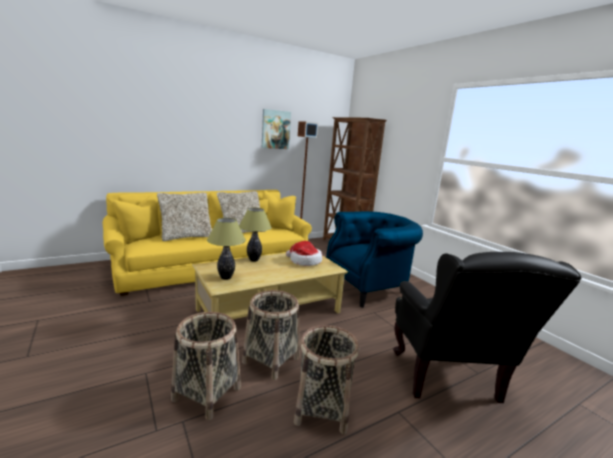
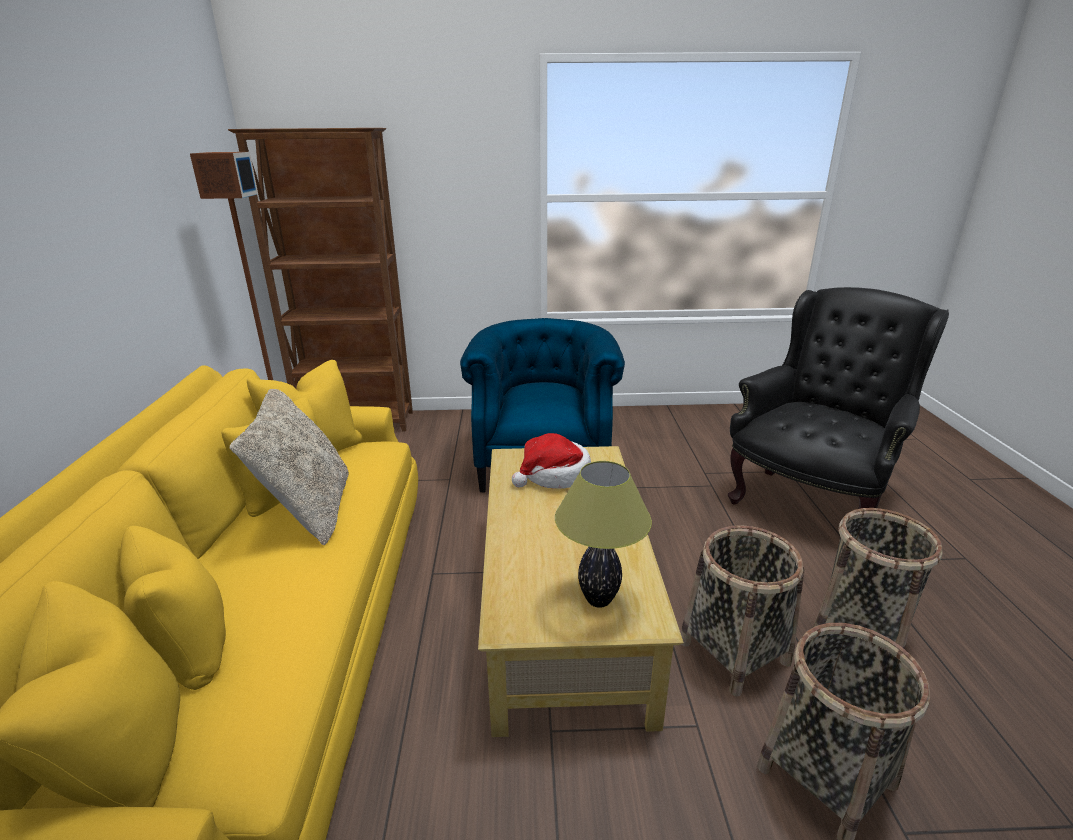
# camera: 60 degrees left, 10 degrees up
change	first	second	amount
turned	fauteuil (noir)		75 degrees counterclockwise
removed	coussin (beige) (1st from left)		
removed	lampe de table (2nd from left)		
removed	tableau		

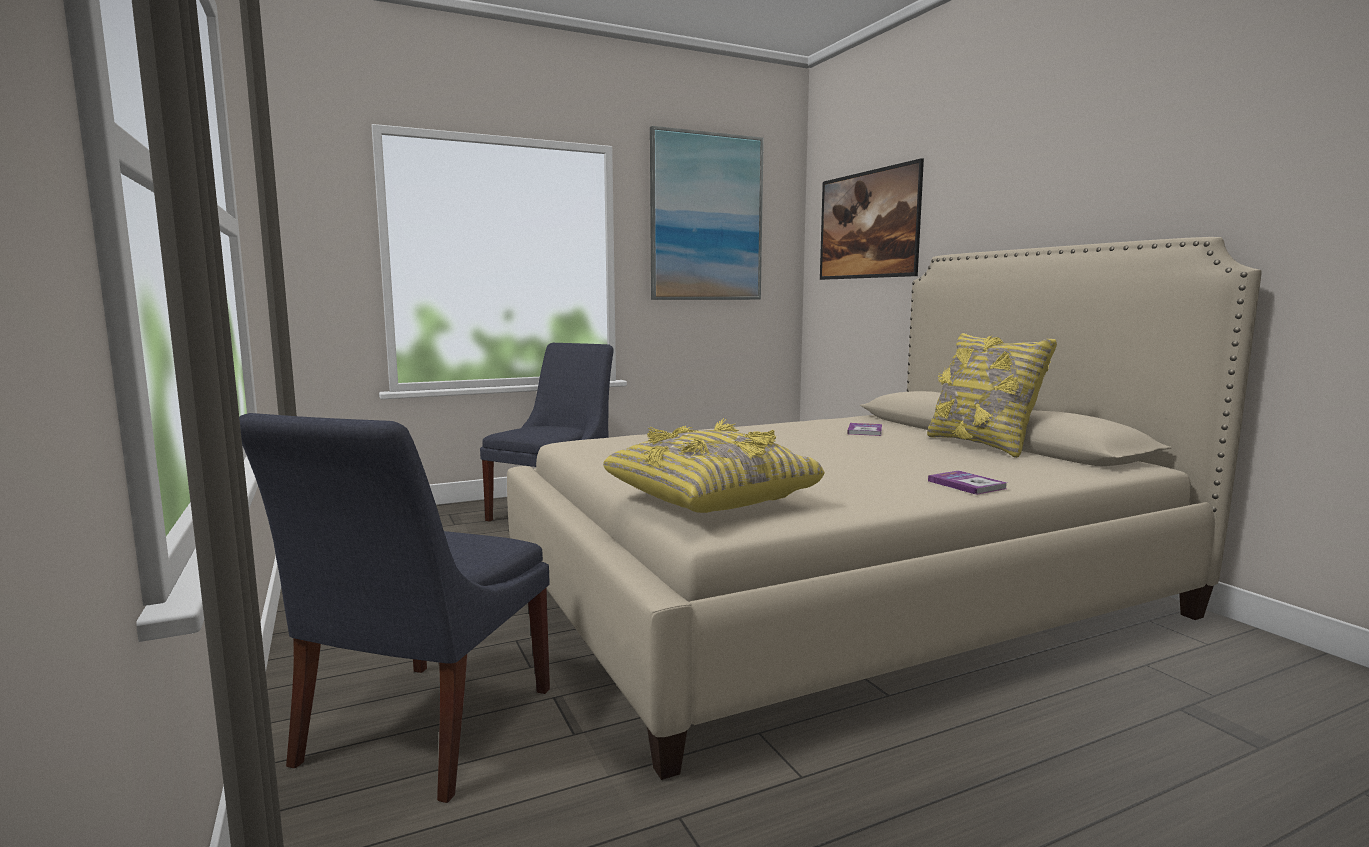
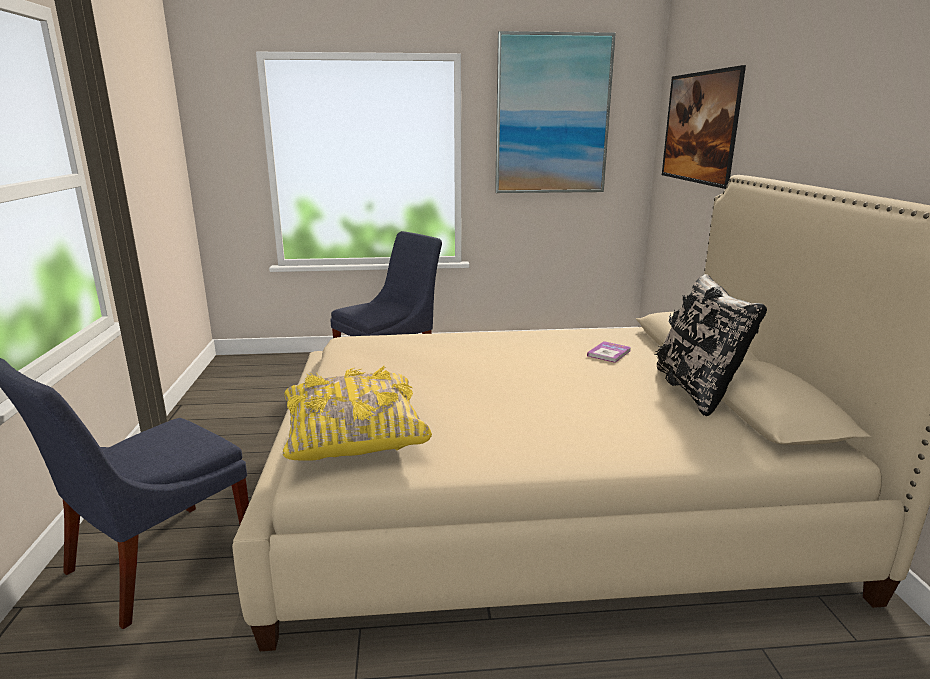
# camera: 20 degrees right, 10 degrees up
change	first	second	amount
recoloured	coussin (jaune) (2nd from left)	coussin (noir)	
removed	livre (2nd from left)		

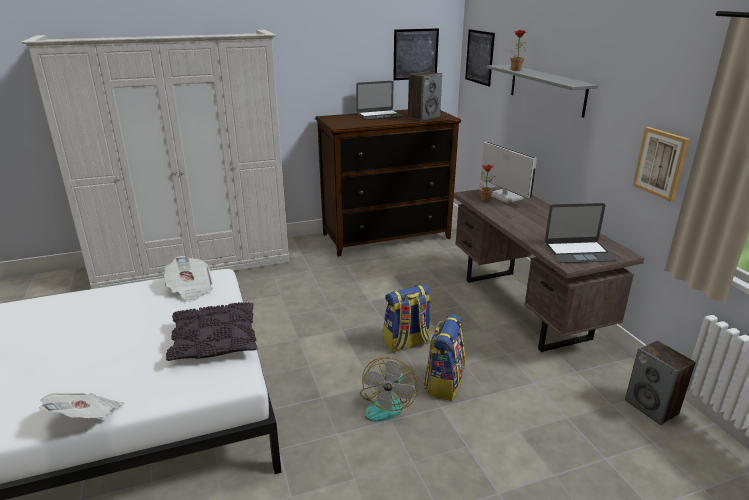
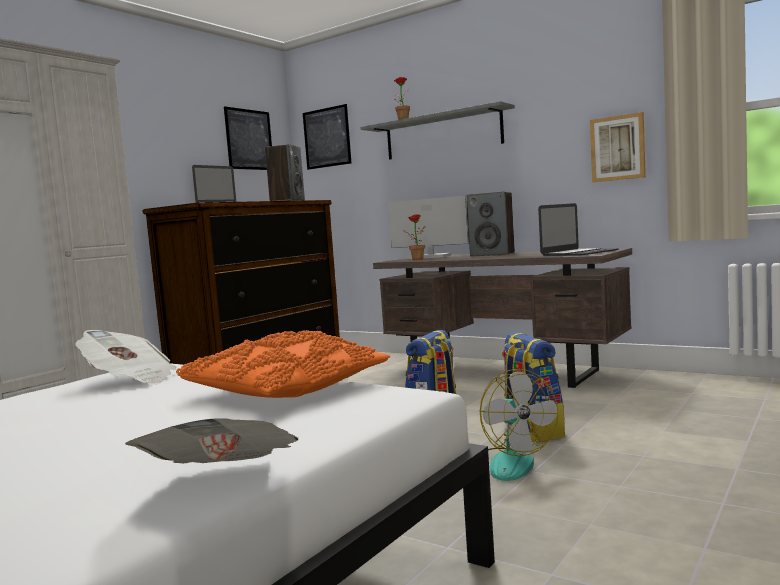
# camera: 35 degrees left, 20 degrees down
change	first	second	amount
recoloured	coussin (noir)	coussin (orange)	
moved	enceinte (2nd from left)		

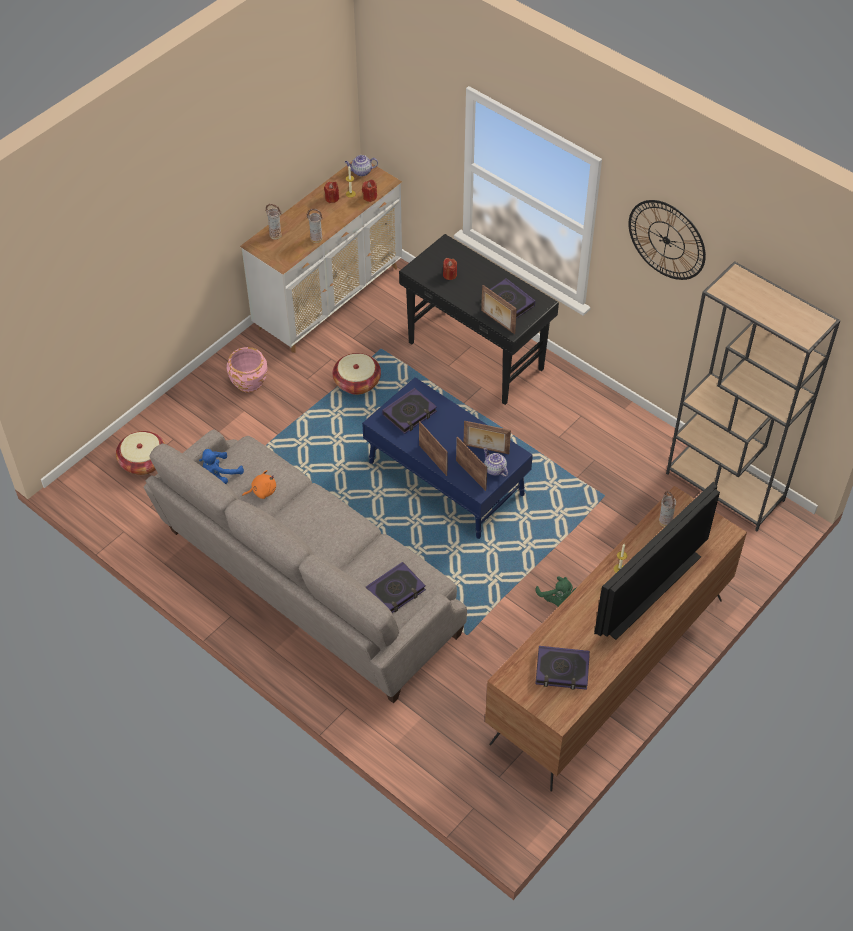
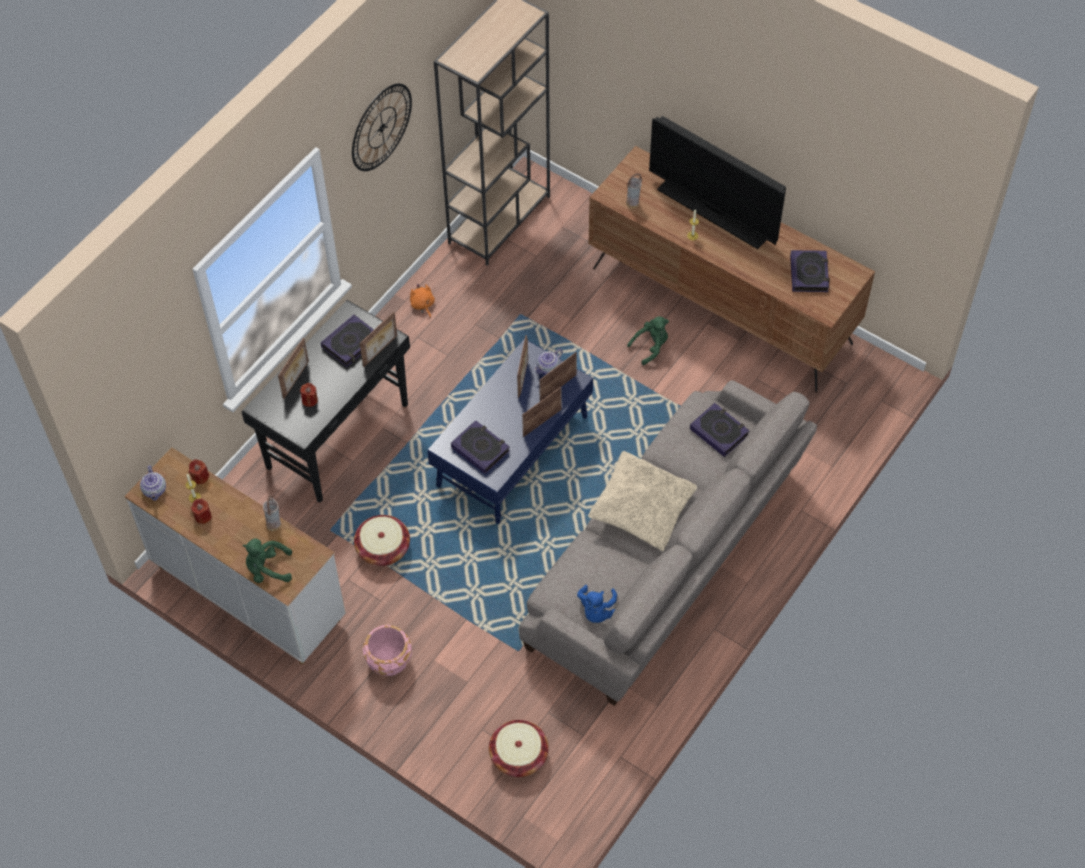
# camera: 95 degrees left, 5 degrees up
change	first	second	amount
replaced	vase (1st from left)	peluche (vert) (1st from left)	
added		cadre photo (1st from left)	
moved	peluche (orange)		
turned	peluche (bleu)		60 degrees clockwise
added		coussin (beige)	

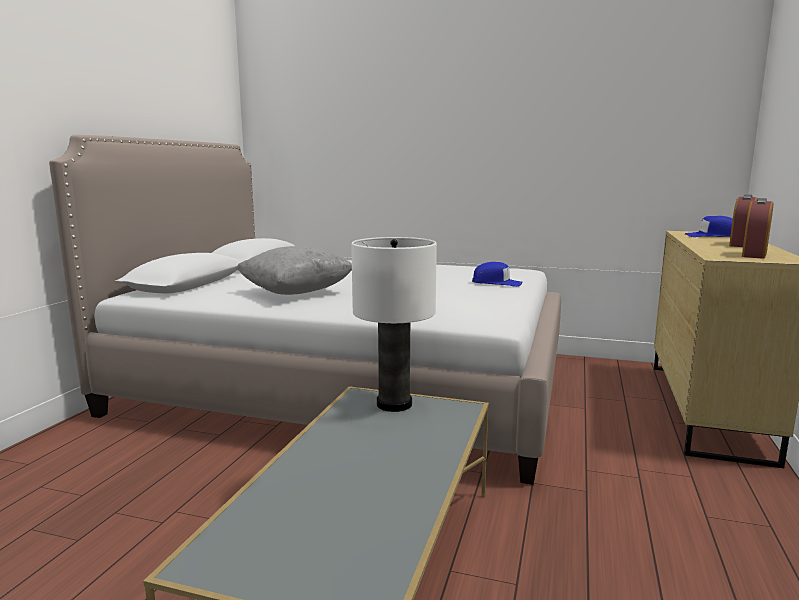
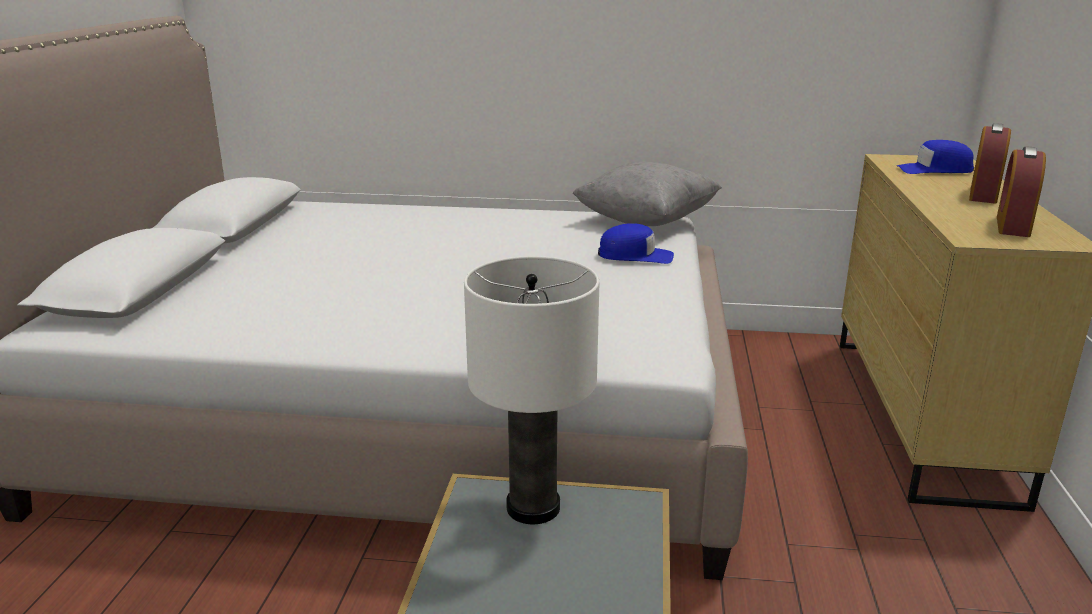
# camera: 10 degrees left, 10 degrees up
change	first	second	amount
moved	coussin (gris)		

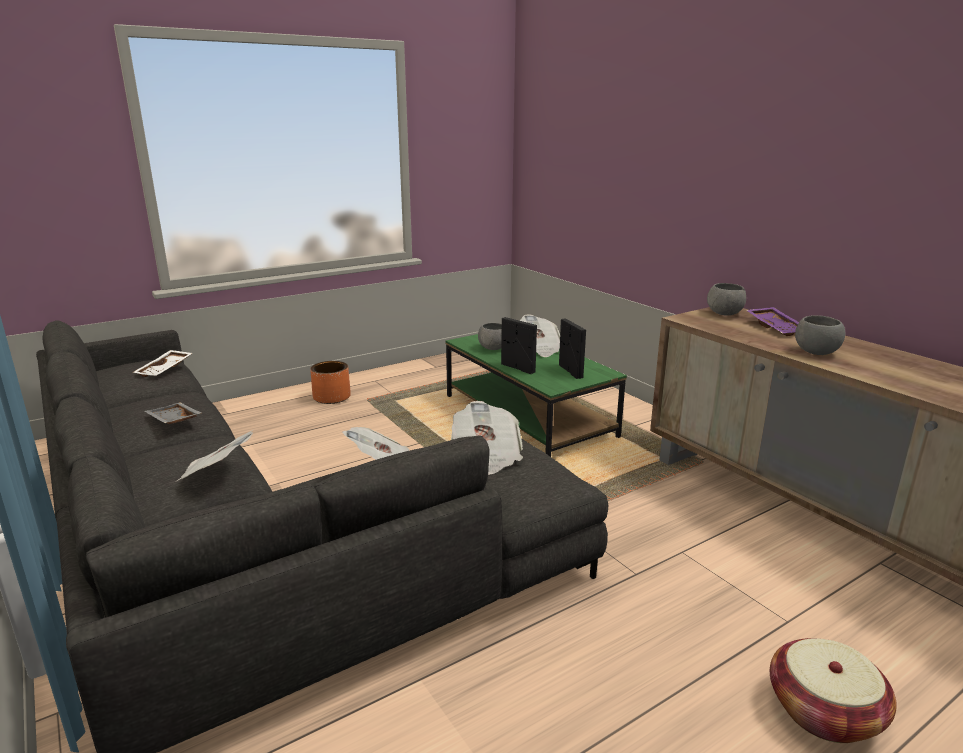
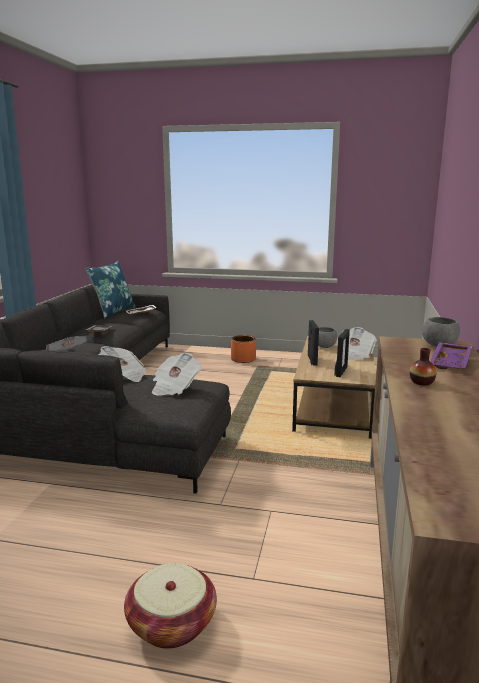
# camera: 45 degrees right, 5 degrees down
change	first	second	amount
added		coussin (bleu)	
recoloured	table basse (vert)	table basse (marron)	
replaced	bol (gris) (3rd from left)	vase	

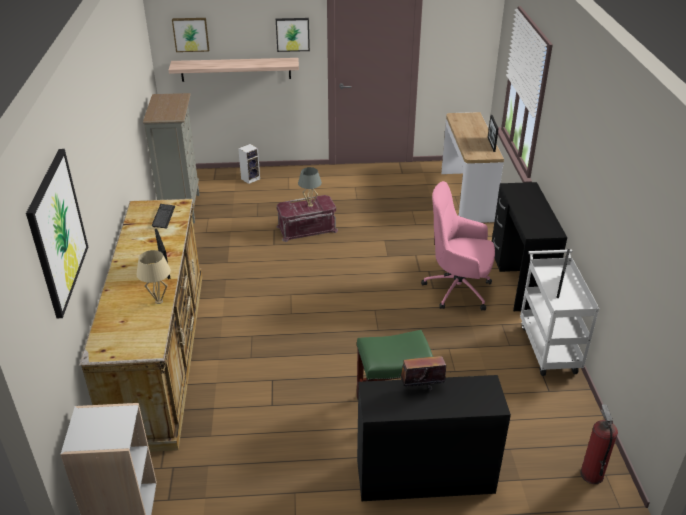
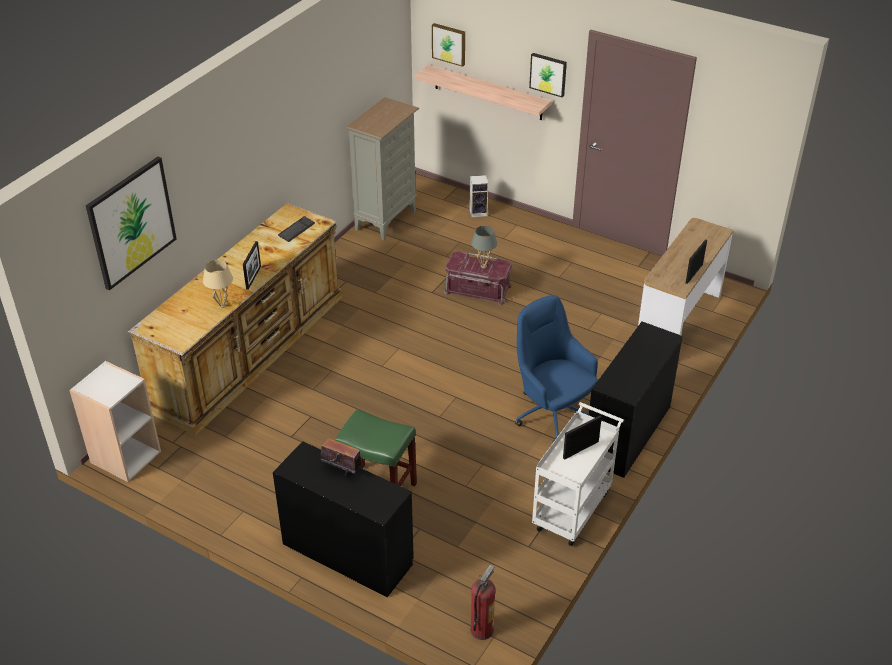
# camera: 35 degrees right, 5 degrees up
change	first	second	amount
recoloured	chaise de bureau (rose)	chaise de bureau (bleu)	

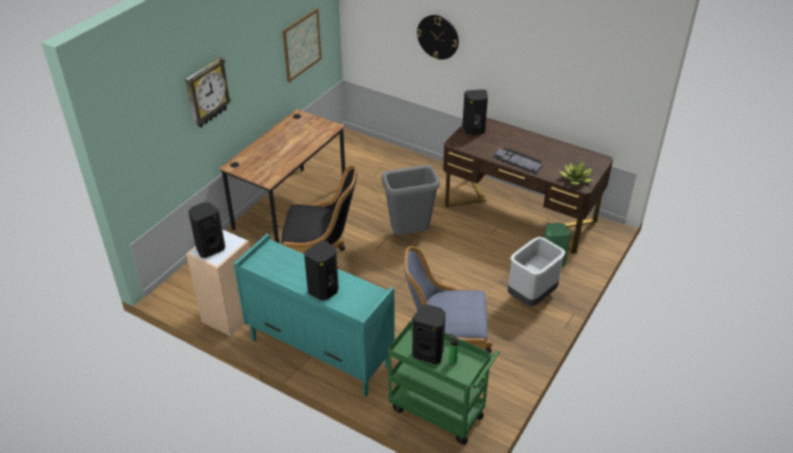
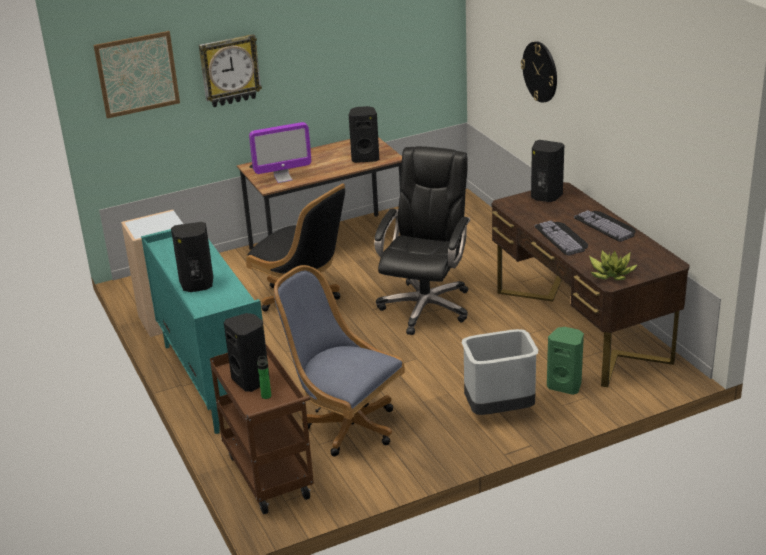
# camera: 35 degrees right, 10 degrees down
change	first	second	amount
moved	tableau		
recoloured	chariot (vert)	chariot (marron)	
added		écran d'ordinateur	
moved	enceinte (noir) (1st from left in the first image)	enceinte (noir) (3rd from left)	
replaced	poubelle (gris) (1st from left)	chaise de bureau (noir) (2nd from left)	
added		clavier (2nd from left)	

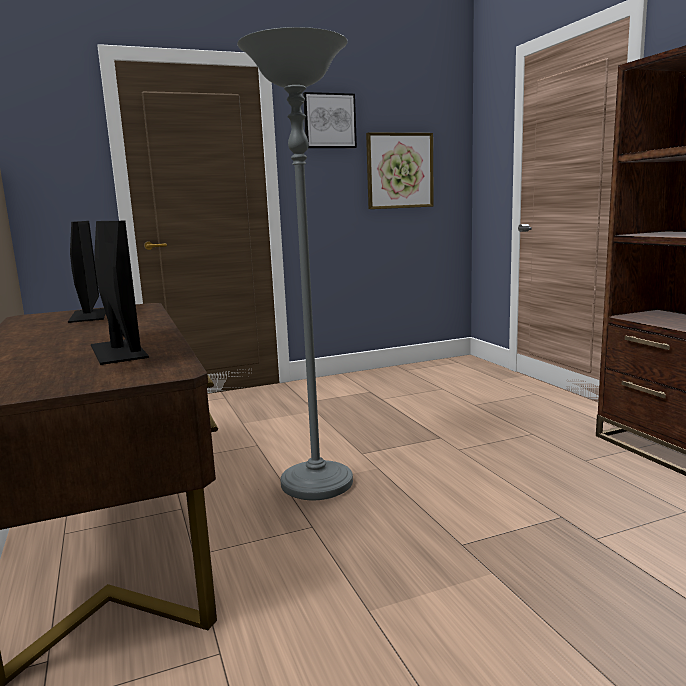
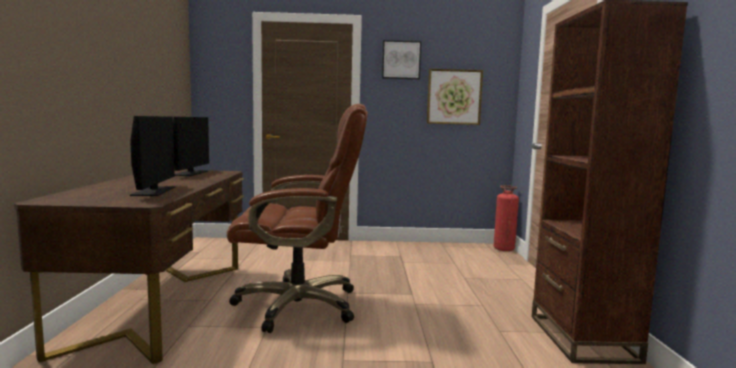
# camera: 20 degrees right, 5 degrees down
change	first	second	amount
replaced	lampadaire (gris)	chaise de bureau (marron)	
added		extincteur	

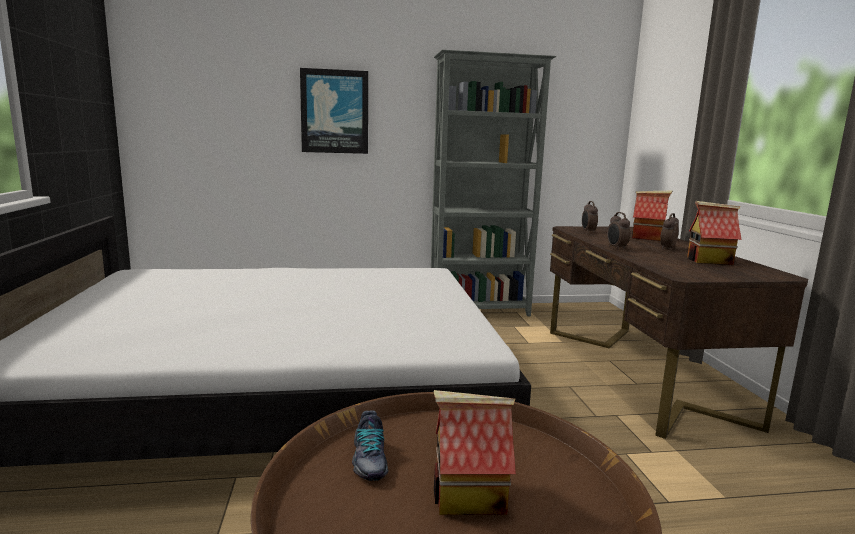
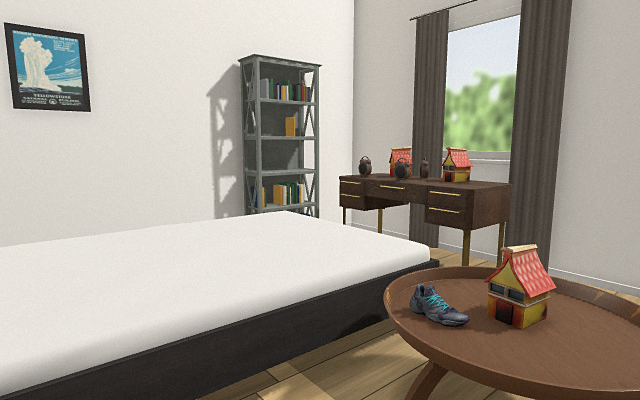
# camera: 30 degrees left, 5 degrees down
change	first	second	amount
moved	tableau		

